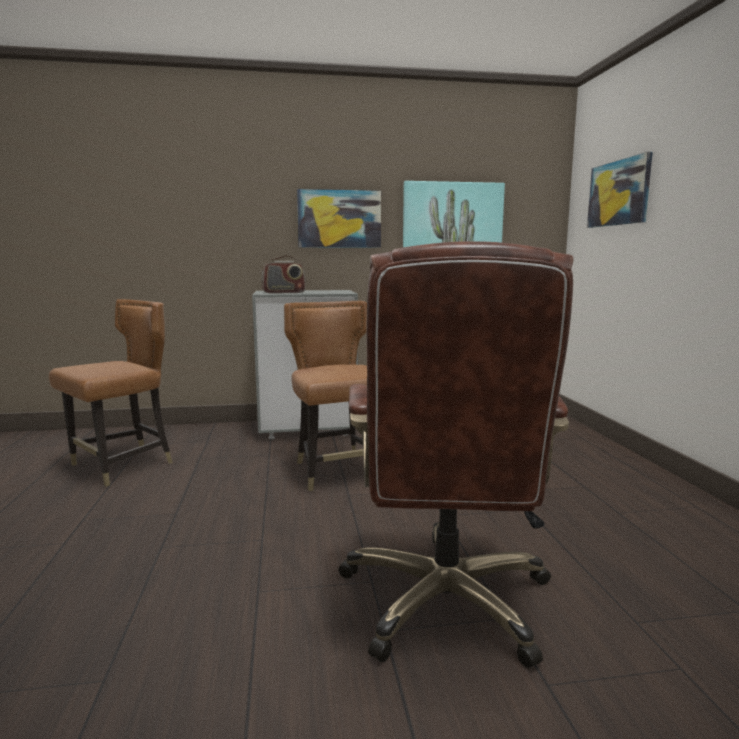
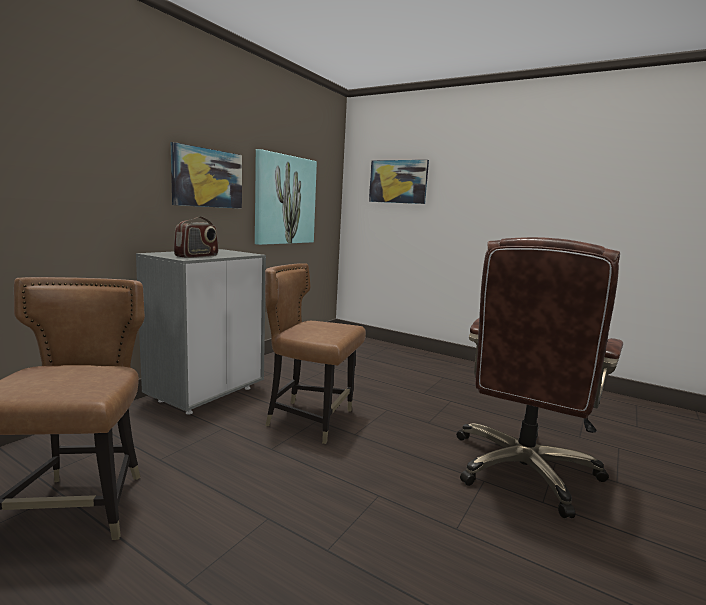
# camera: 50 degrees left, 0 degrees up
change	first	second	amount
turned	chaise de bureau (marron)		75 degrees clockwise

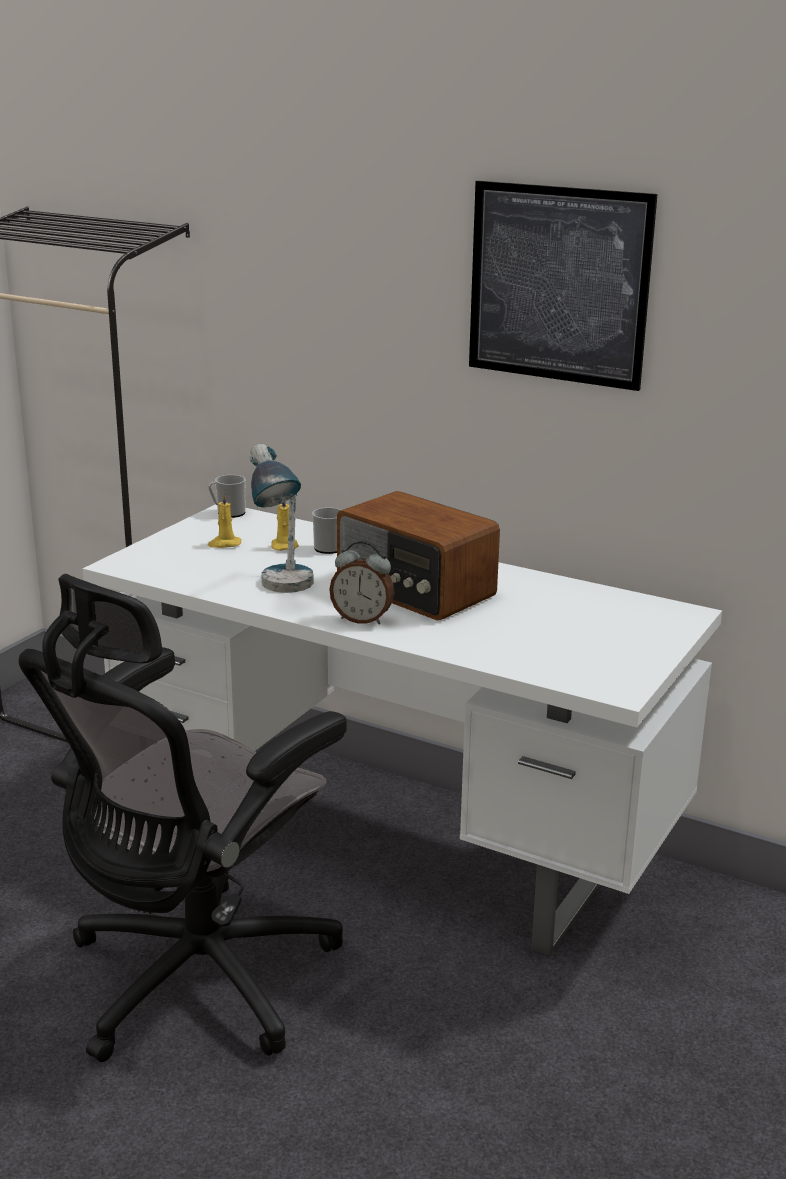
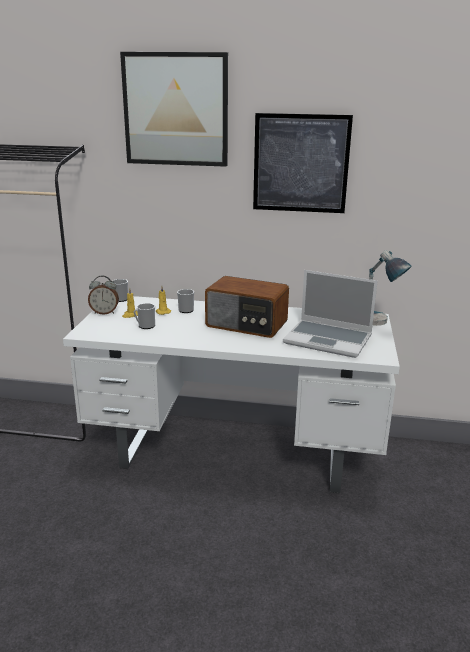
# camera: 20 degrees left, 0 degrees up
change	first	second	amount
moved	réveil		
added		tableau (1st from left)	
added		mug (2nd from left)	
added		ordinateur portable	
moved	lampe de table		
removed	chaise de bureau		

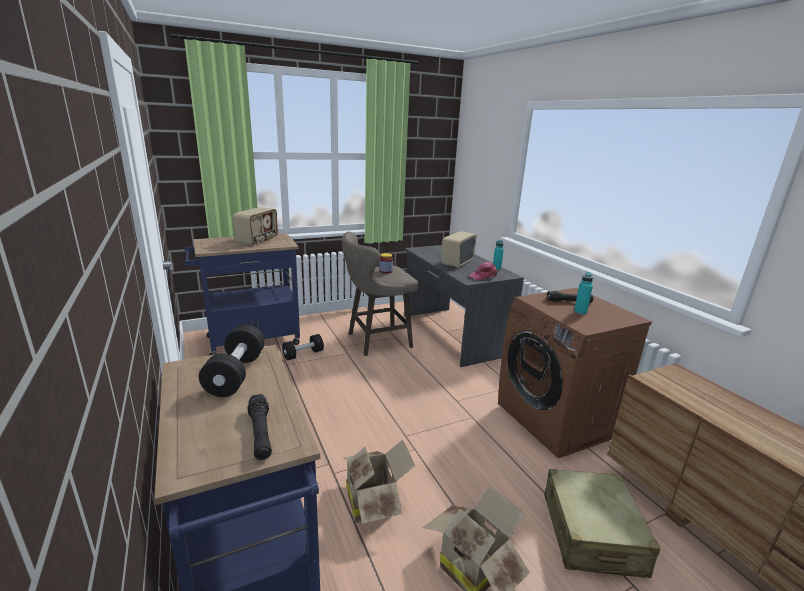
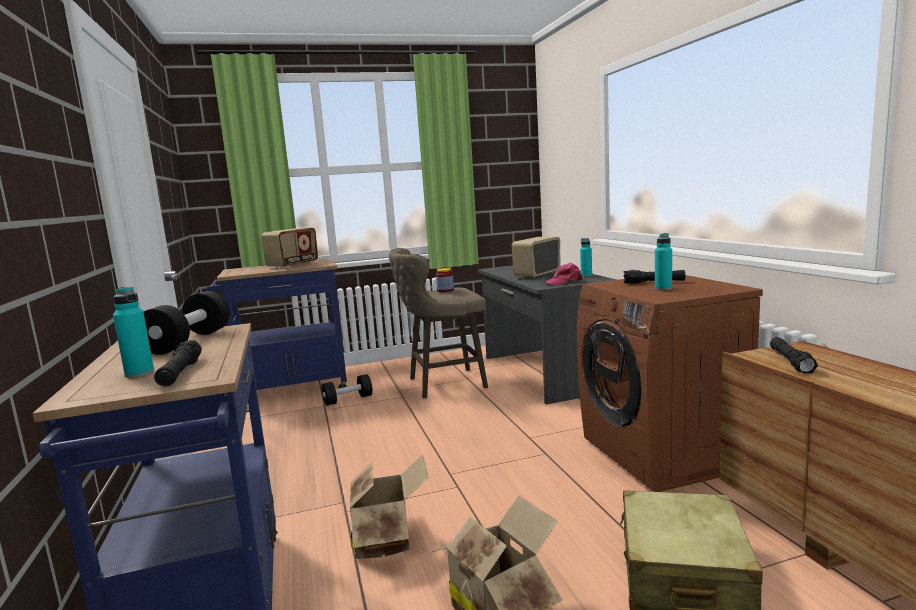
# camera: 10 degrees right, 10 degrees down
change	first	second	amount
added		bouteille (turquoise) (1st from left)	
added		lampe de poche (noir) (3rd from left)	

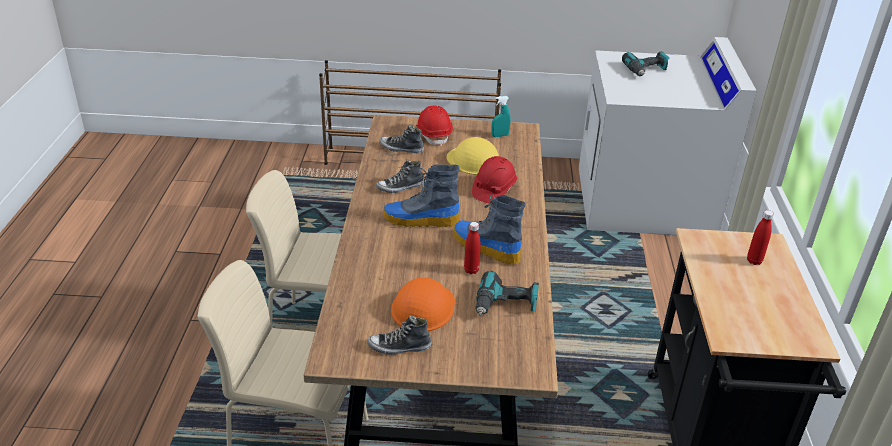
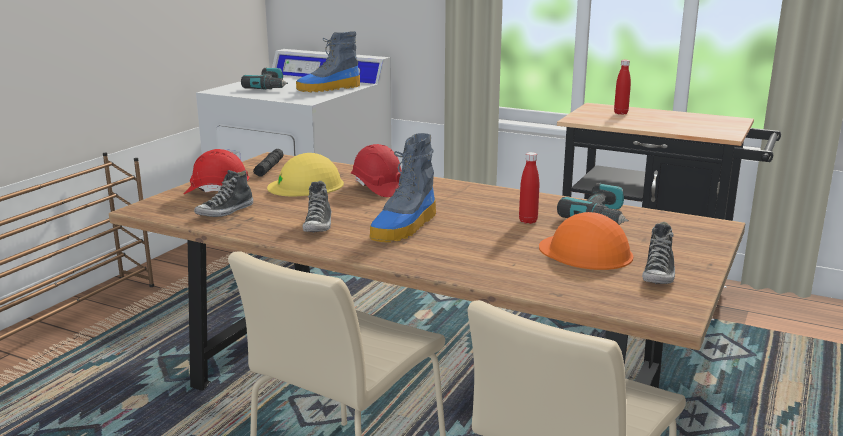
# camera: 65 degrees left, 15 degrees down
change	first	second	amount
replaced	vaporisateur (turquoise)	lampe de poche (noir)	
moved	botte (2nd from left in the first image)	botte (1st from left)	

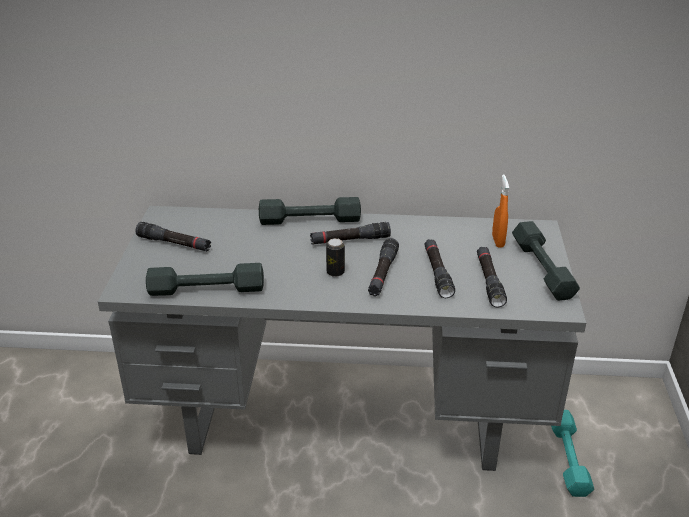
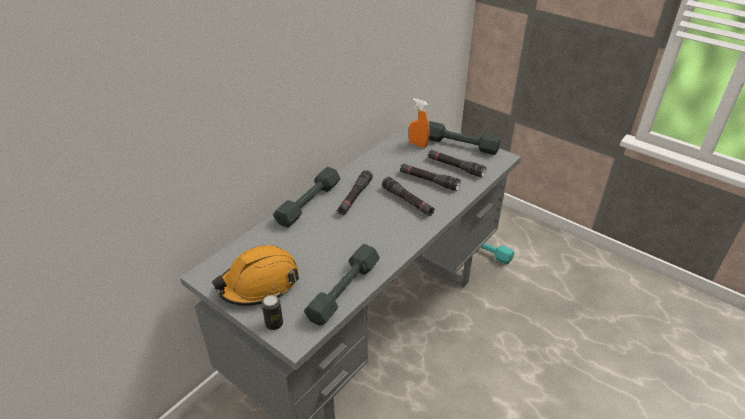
# camera: 55 degrees left, 5 degrees up
change	first	second	amount
replaced	lampe de poche (noir) (1st from left)	casque de chantier (orange)	
moved	boîte métallique		

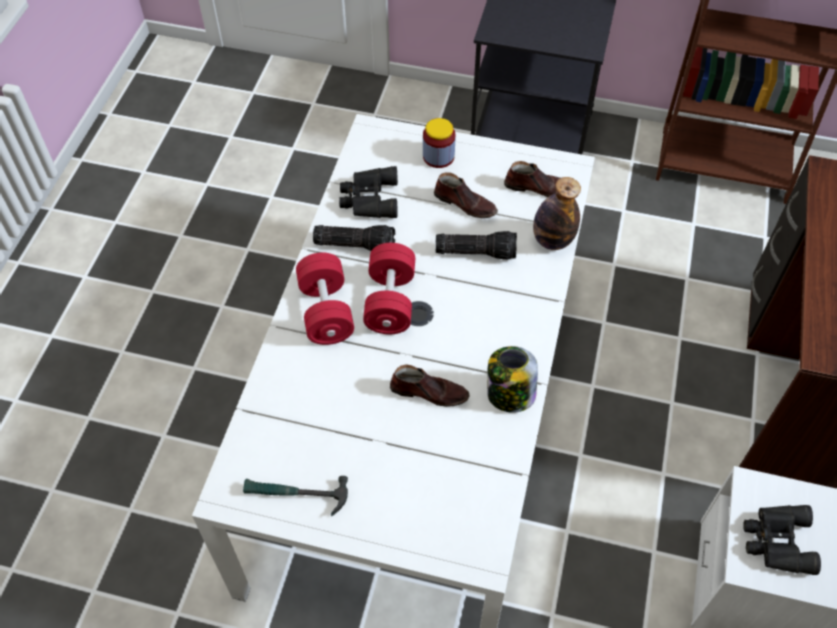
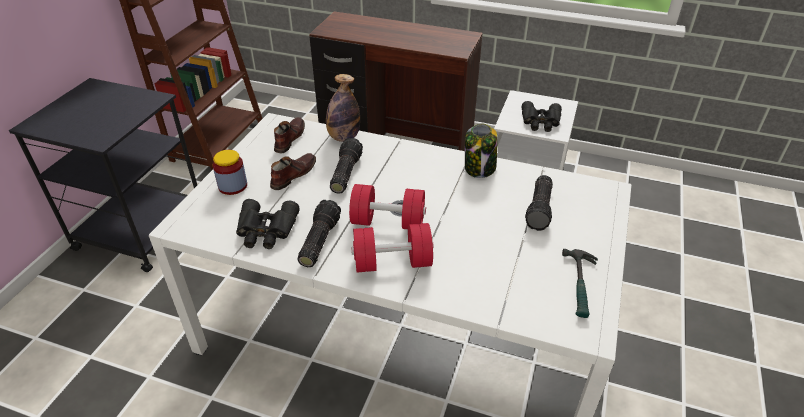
# camera: 85 degrees left, 15 degrees down
change	first	second	amount
added		lampe de poche (3rd from left)	
removed	chaussure (marron) (1st from left)		

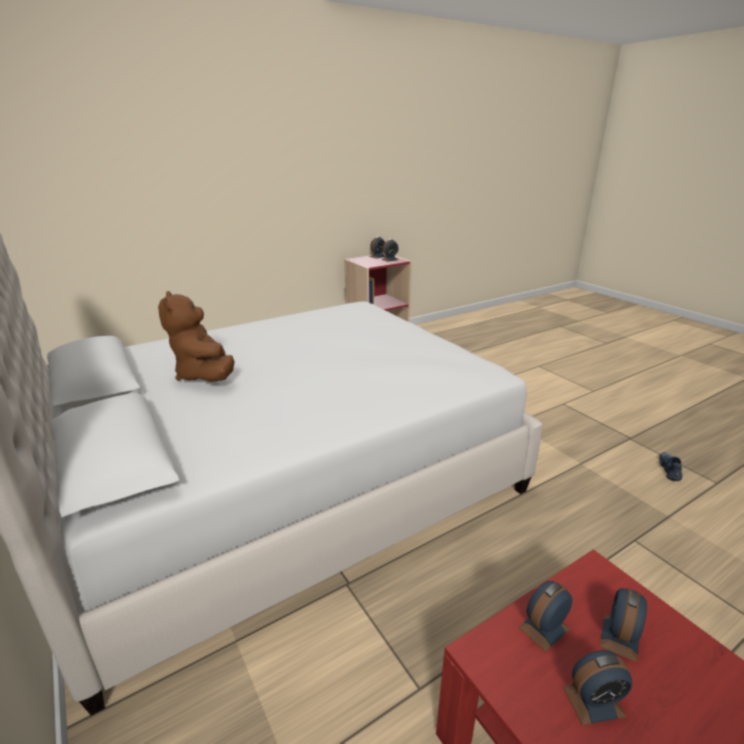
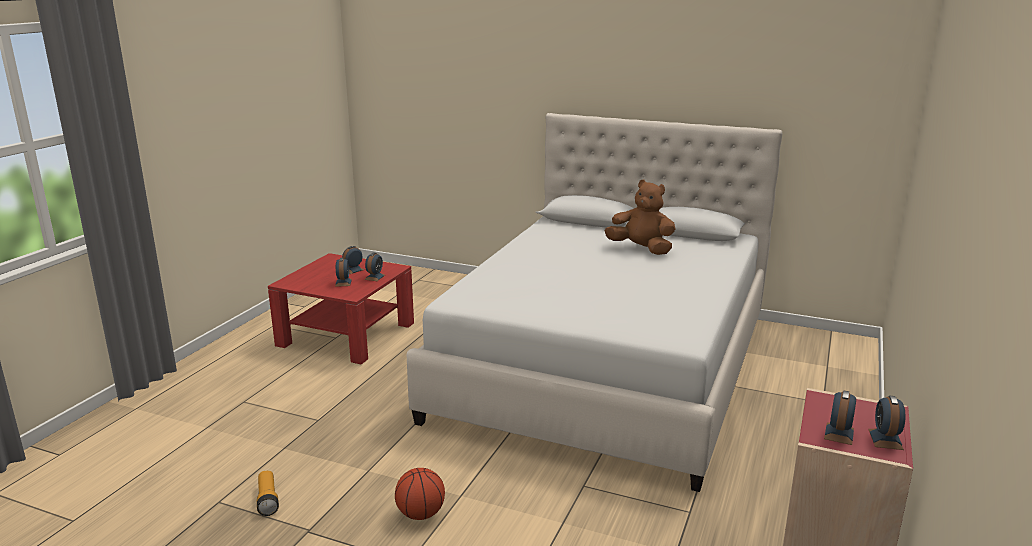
# camera: 145 degrees right, 5 degrees down
change	first	second	amount
replaced	chaussure	lampe de poche	
added		ballon de basket	

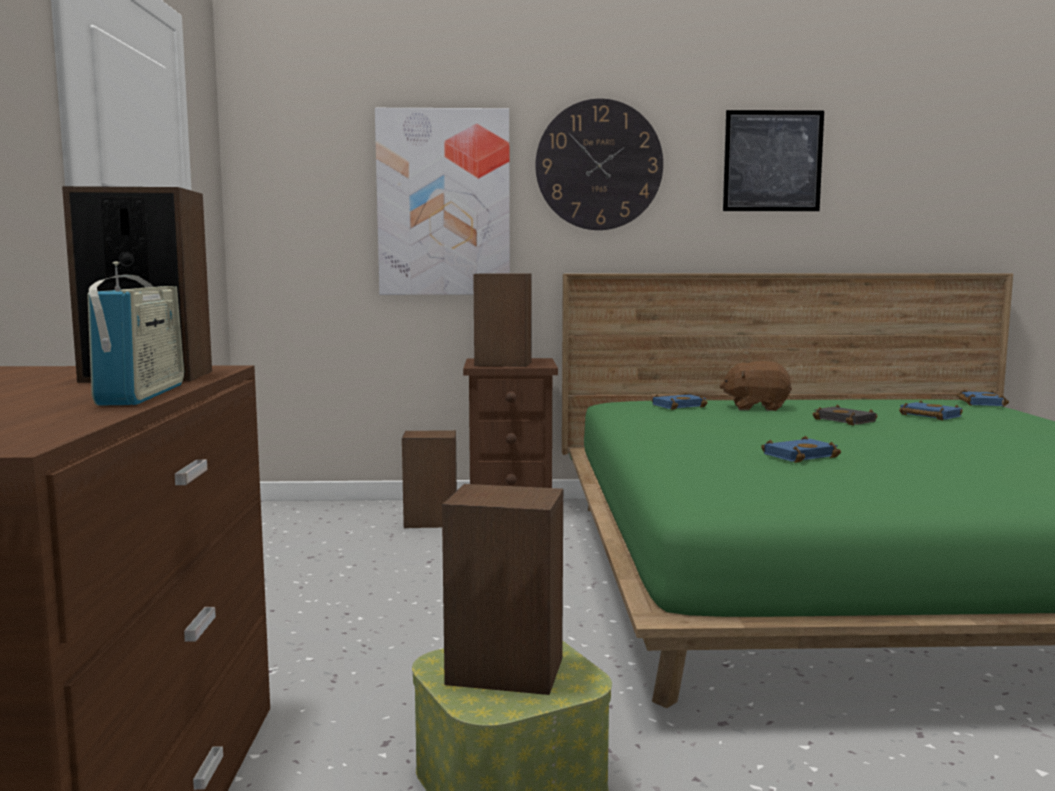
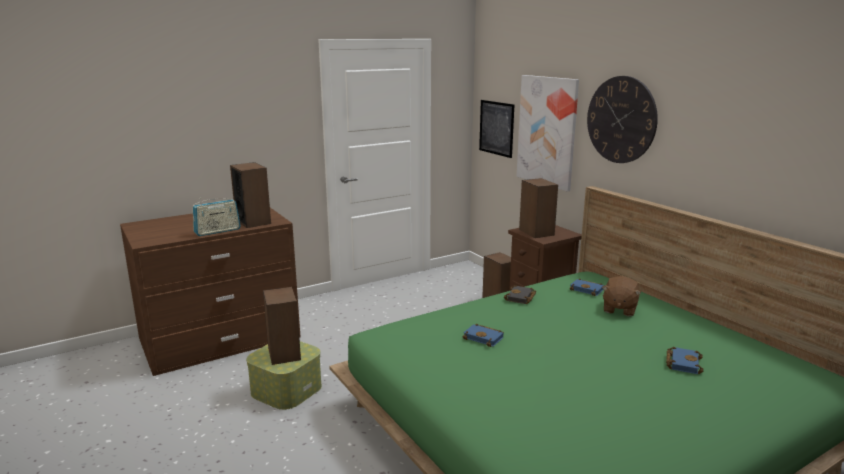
# camera: 60 degrees right, 10 degrees up
change	first	second	amount
moved	tableau (2nd from left in the first image)	tableau (1st from left)	
moved	livre (noir)		
turned	peluche (marron)		135 degrees counterclockwise
removed	livre (bleu) (4th from left)		

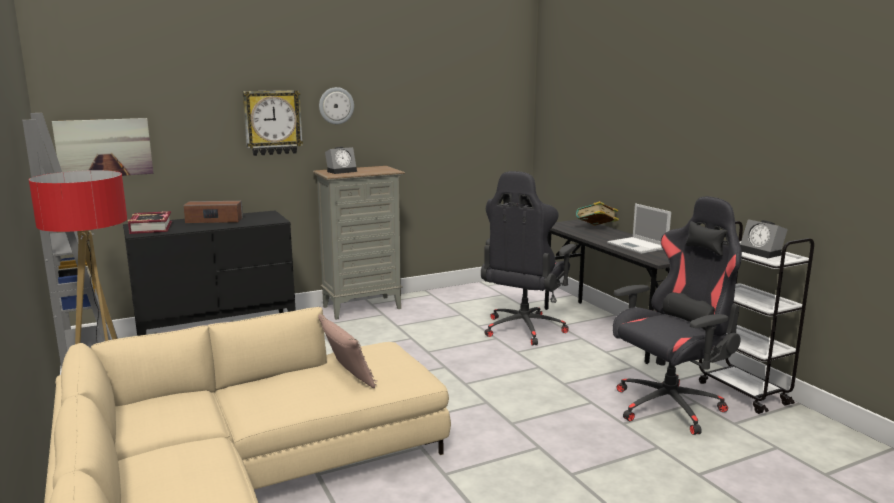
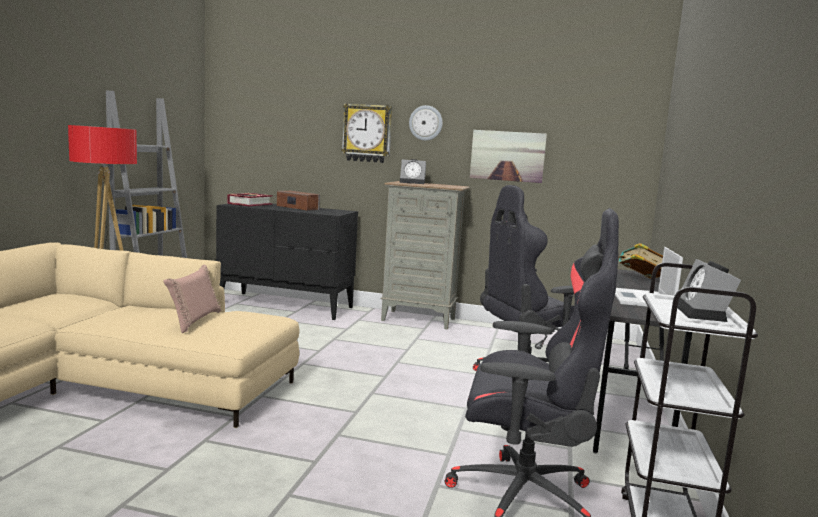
# camera: 40 degrees right, 5 degrees down
change	first	second	amount
moved	tableau		

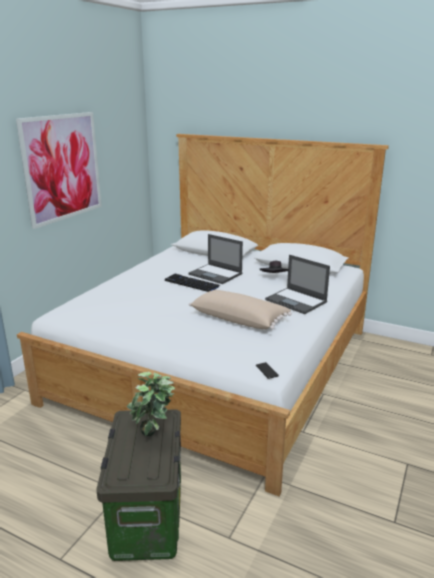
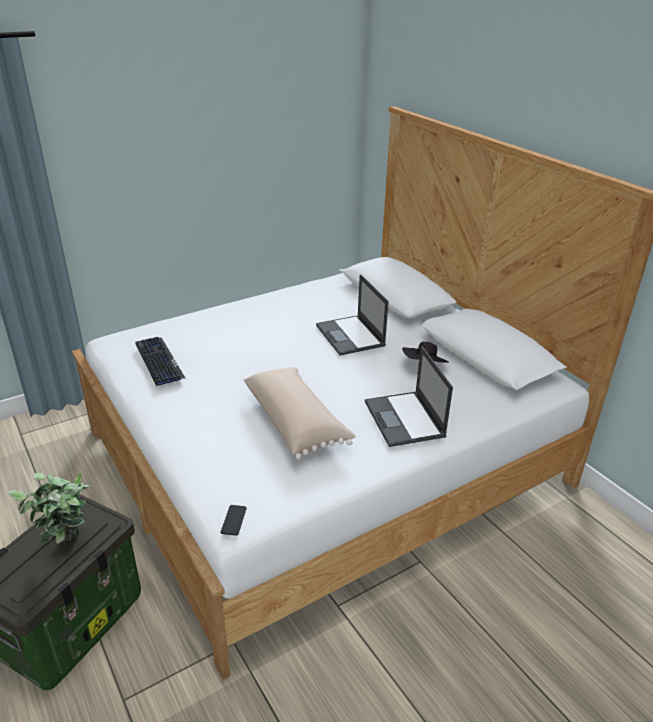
# camera: 30 degrees right, 10 degrees up
change	first	second	amount
moved	clavier		
removed	tableau		

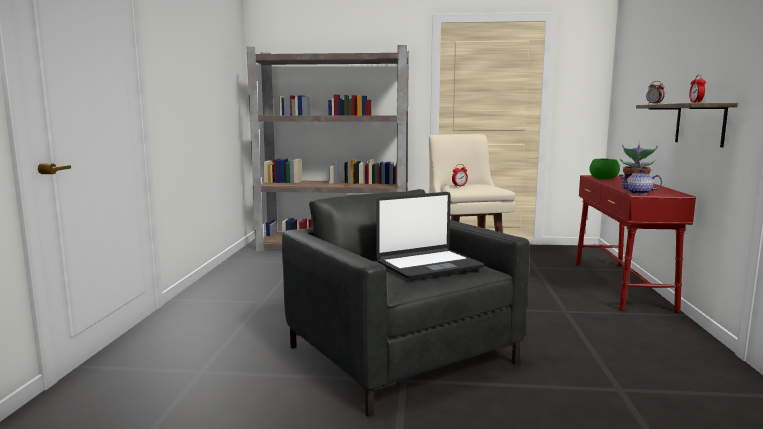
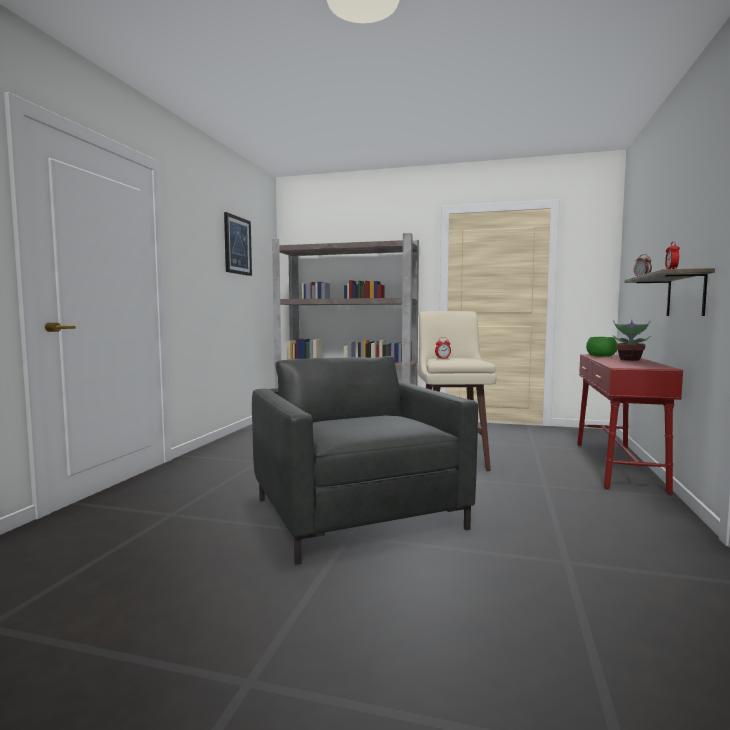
# camera: 10 degrees right, 5 degrees down
change	first	second	amount
added		tableau	
removed	ordinateur portable		
removed	théière		

